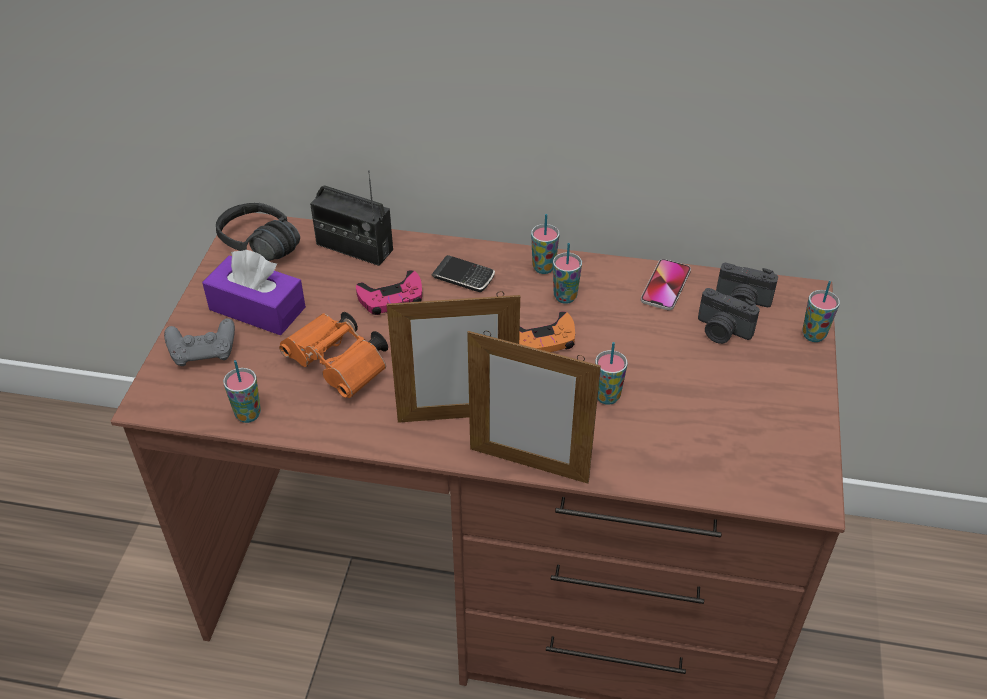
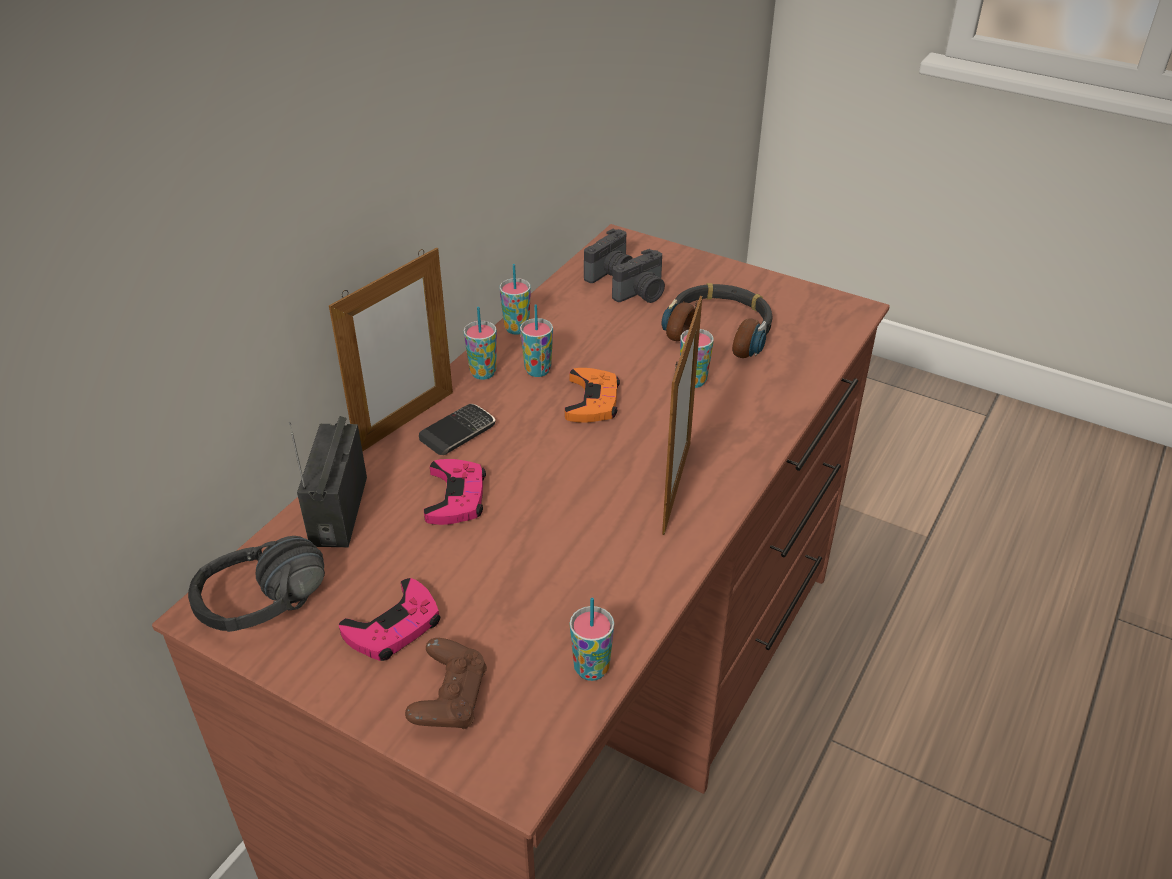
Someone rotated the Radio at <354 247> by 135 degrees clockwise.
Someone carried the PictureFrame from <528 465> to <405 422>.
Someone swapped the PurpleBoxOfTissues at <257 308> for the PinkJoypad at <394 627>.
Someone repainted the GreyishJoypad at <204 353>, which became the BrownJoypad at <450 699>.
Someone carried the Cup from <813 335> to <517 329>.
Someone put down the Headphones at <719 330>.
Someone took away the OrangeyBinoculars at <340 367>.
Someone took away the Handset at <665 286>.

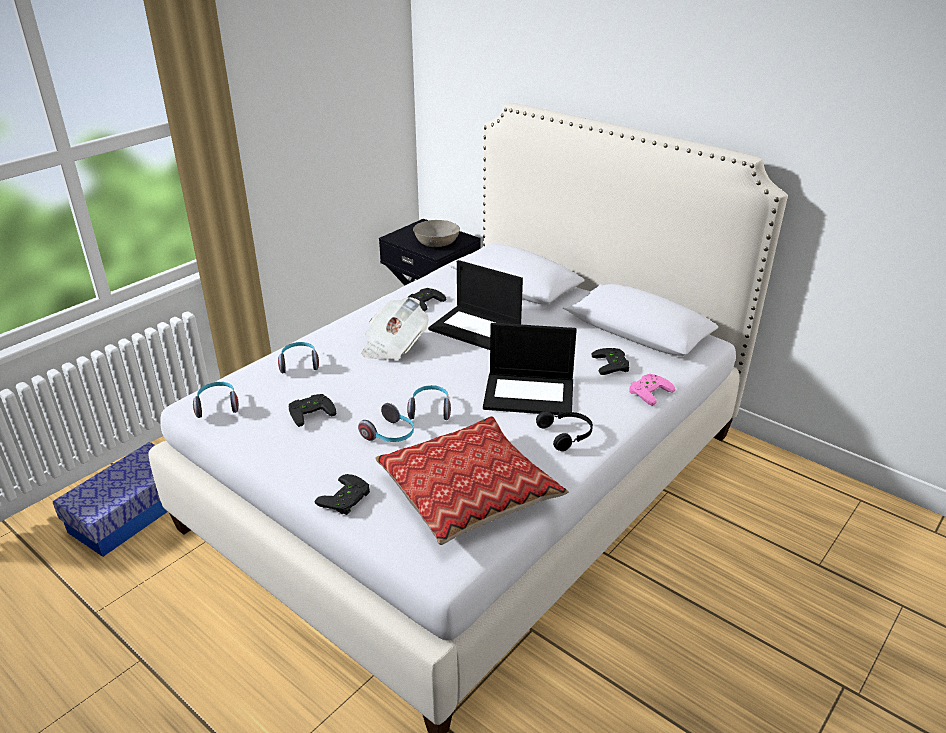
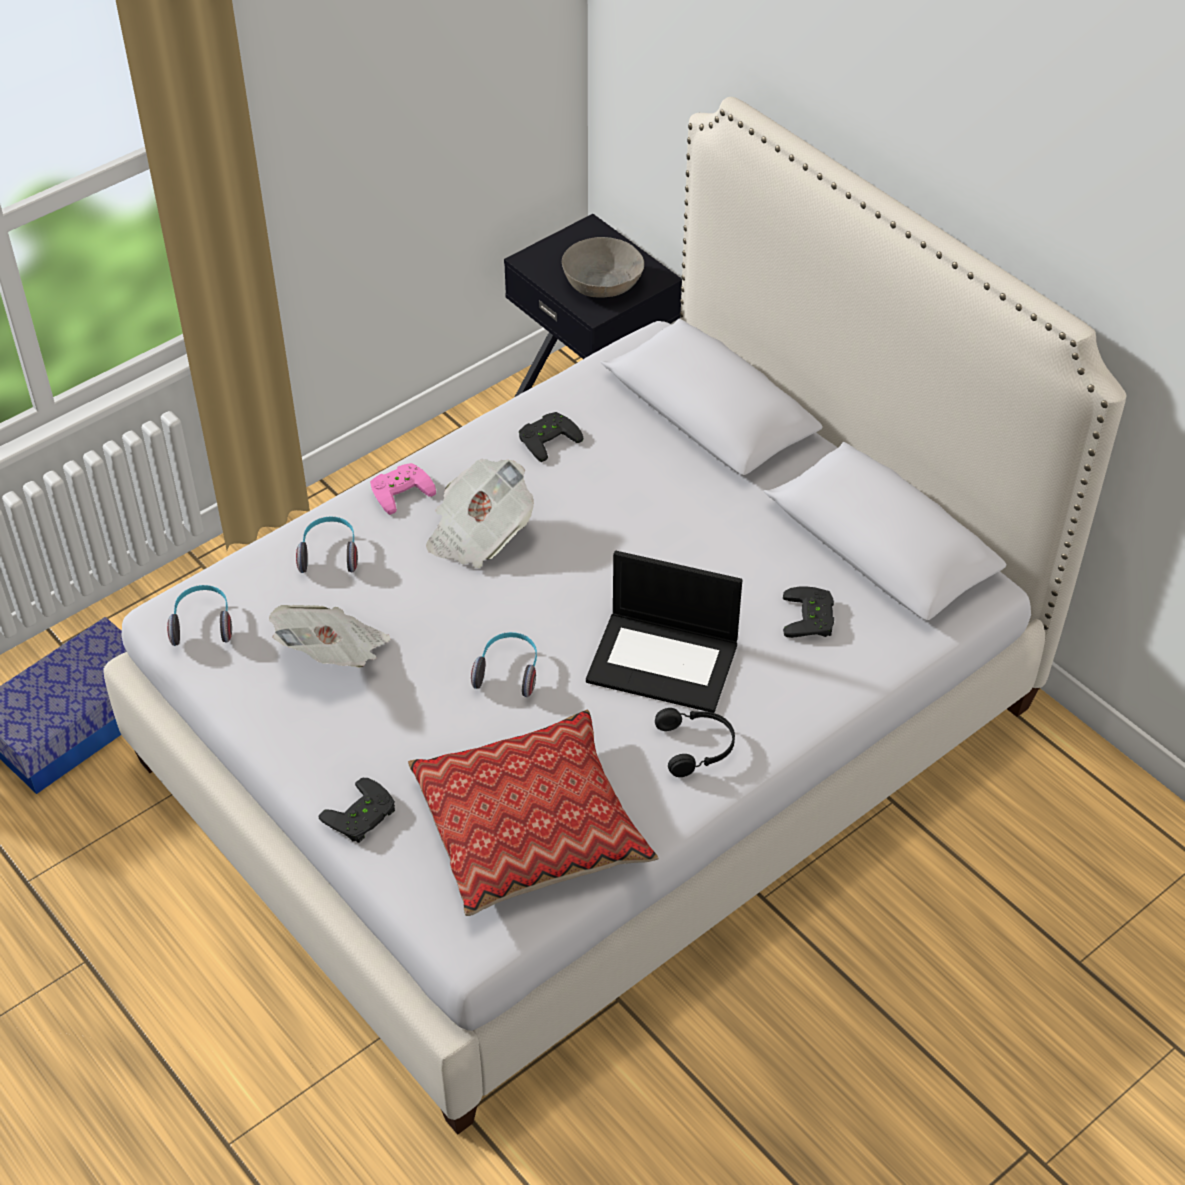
Someone swapped the BlackColouredJoypad at <310 411> for the DailyPaper at <334 654>.
Someone carried the PinkJoypad from <648 391> to <400 489>.
Someone took away the Headphones at <390 435>.
Someone took away the PortableComputer at <476 328>.

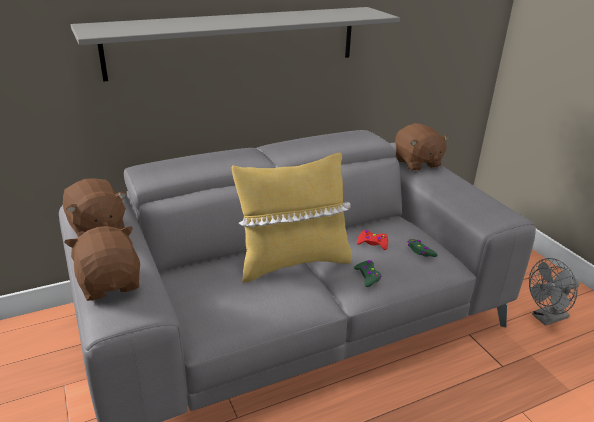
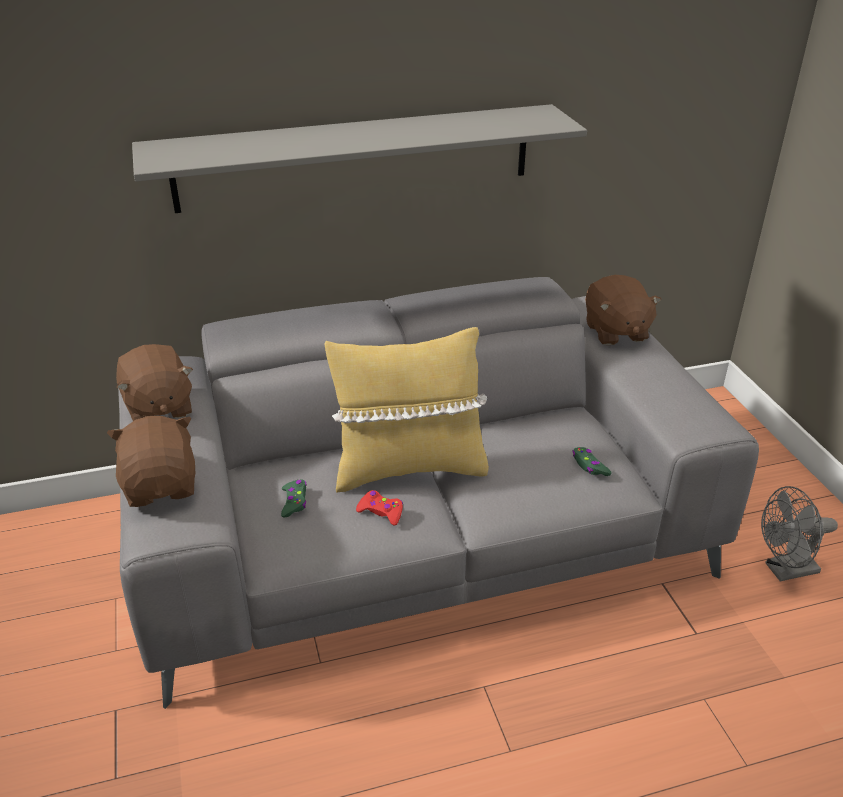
Someone carried the GreenishJoypad from <367 276> to <294 502>.
Someone carried the RedJoypad from <372 243> to <381 512>.

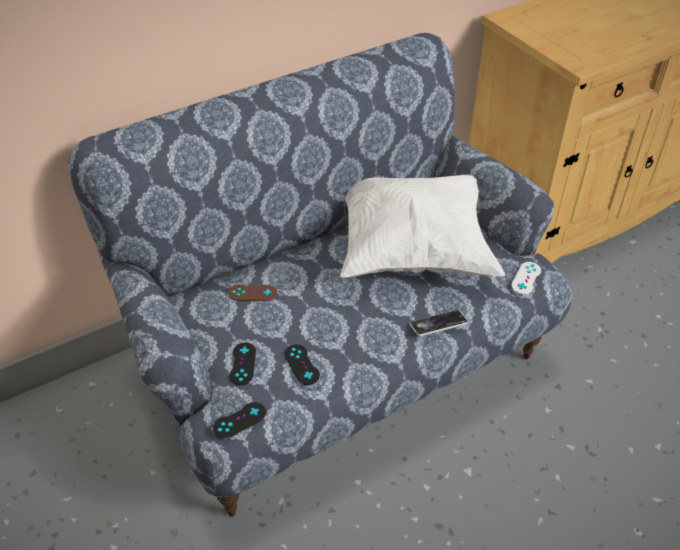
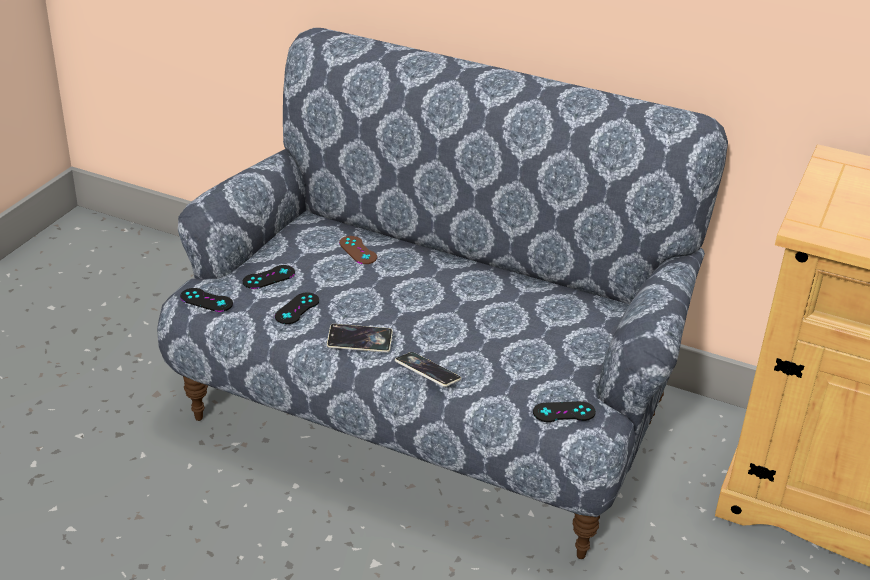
Someone put down the Handset at <359 341>.
Someone repainted the WhitishJoypad at <526 278>, which became the BlackColouredJoypad at <564 412>.
Someone took away the WhitishPillow at <413 249>.

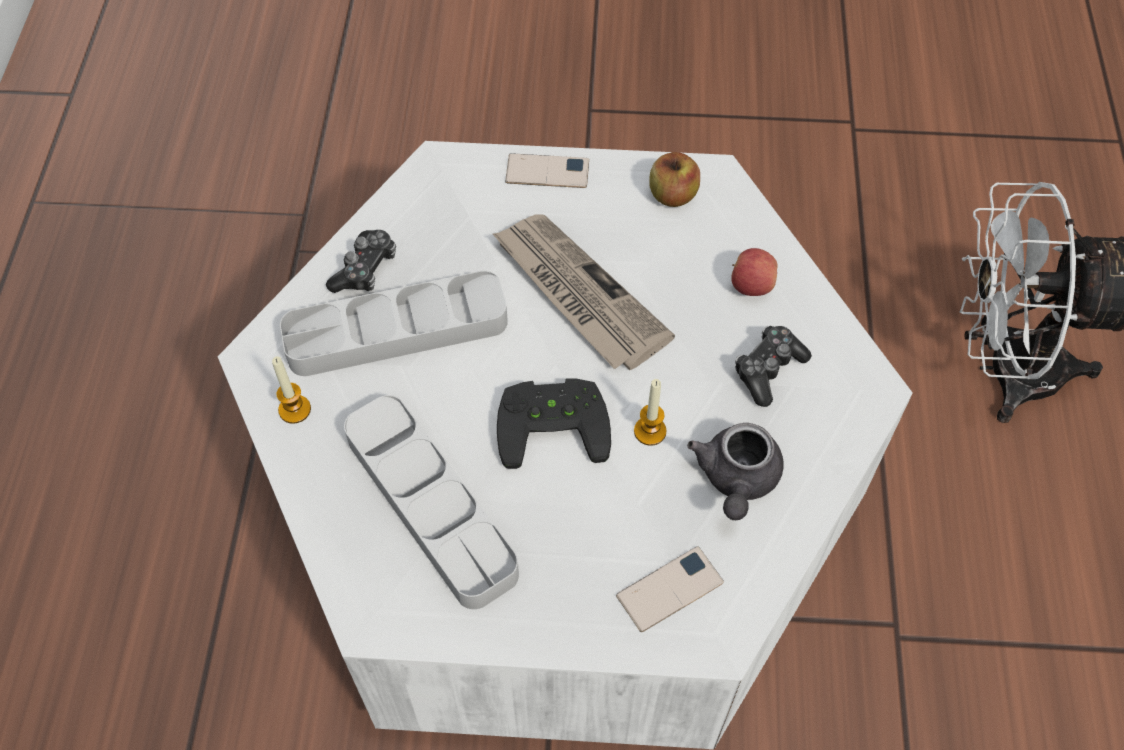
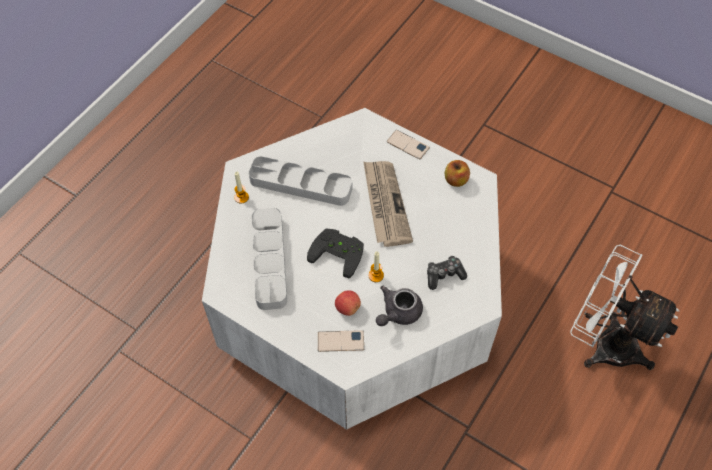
Someone carried the Apple from <751 285> to <347 308>.
Someone took away the Joypad at <365 269>.

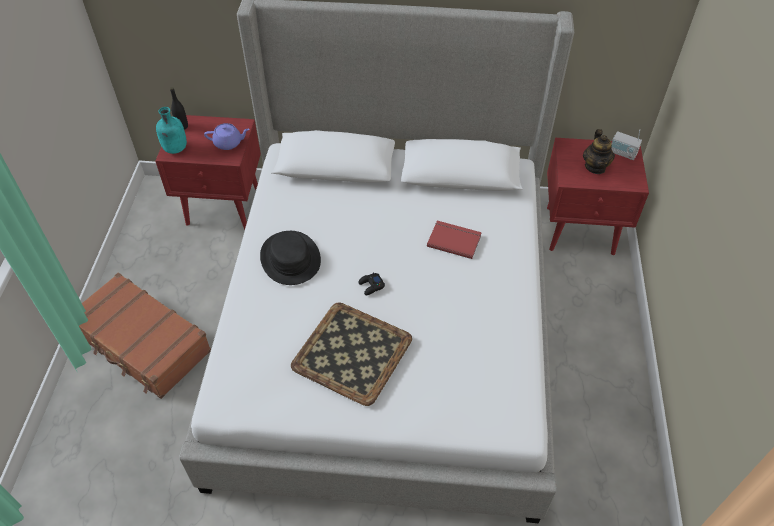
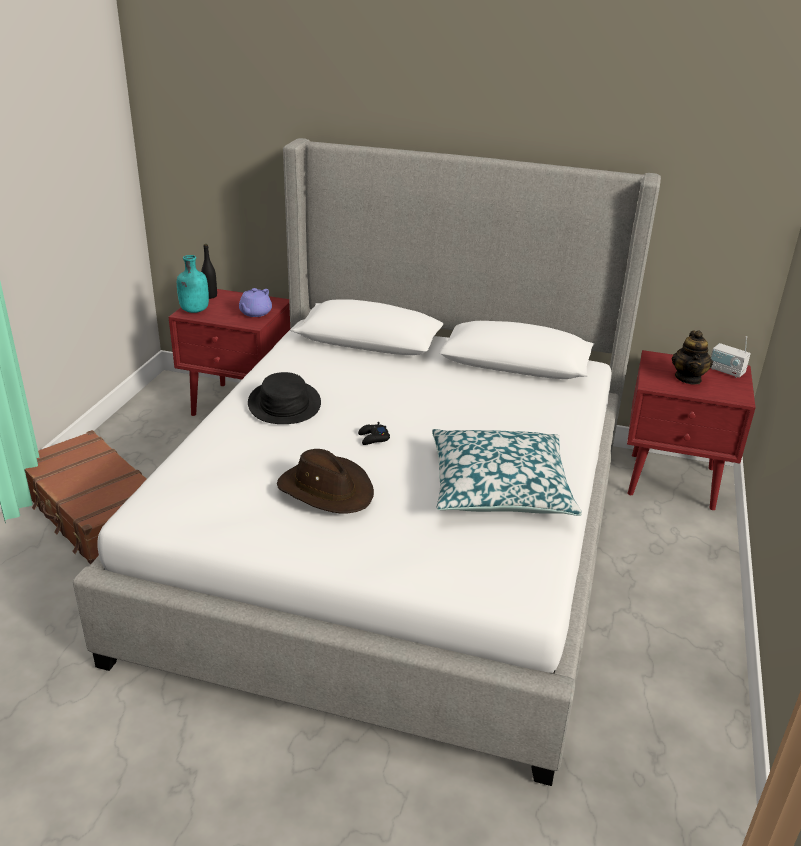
Someone rotated the PurplePotForTea at <228 143> by 105 degrees clockwise.
Someone swapped the Tray at <352 351> for the BrownHat at <326 489>.
Someone put down the Pillow at <500 487>.
Someone took away the RedBoundBook at <454 240>.

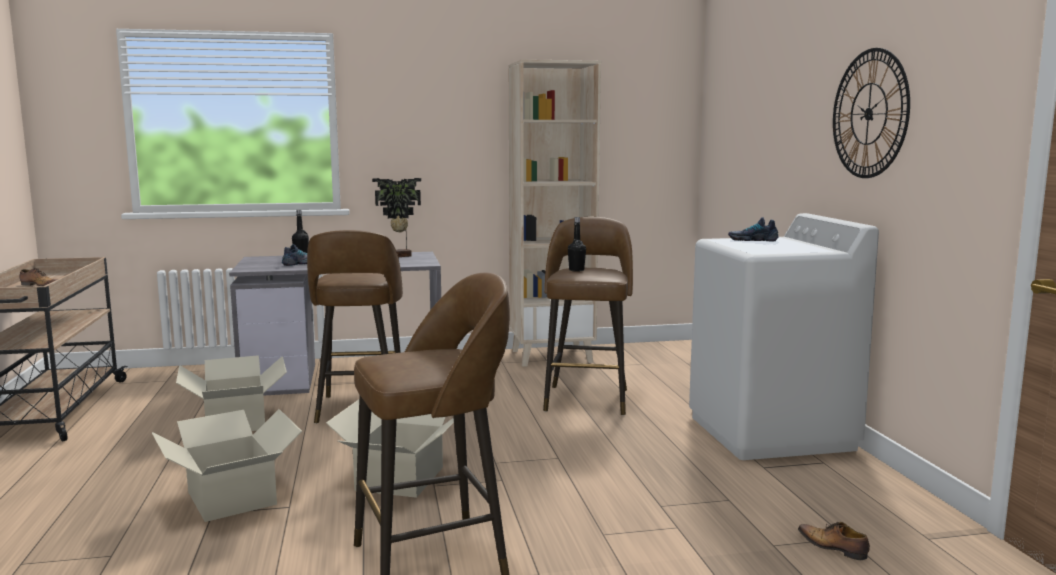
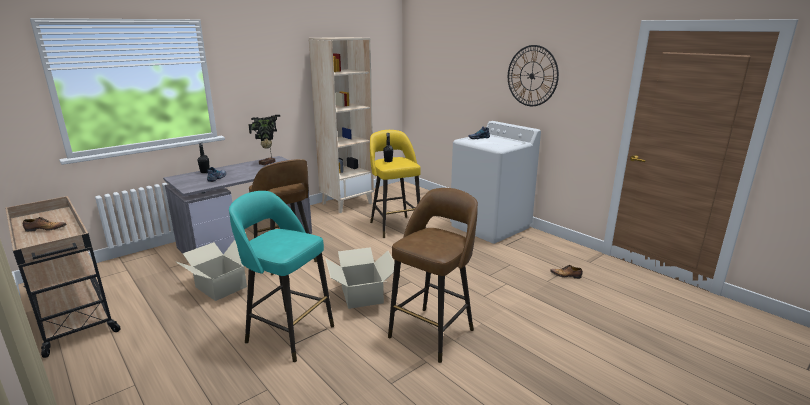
Someone swapped the Carton at <232 497> for the TurquoiseColouredSittingStool at <288 333>.
Someone repainted the BrownSittingStool at <587 399>, which became the YellowishSittingStool at <395 226>.

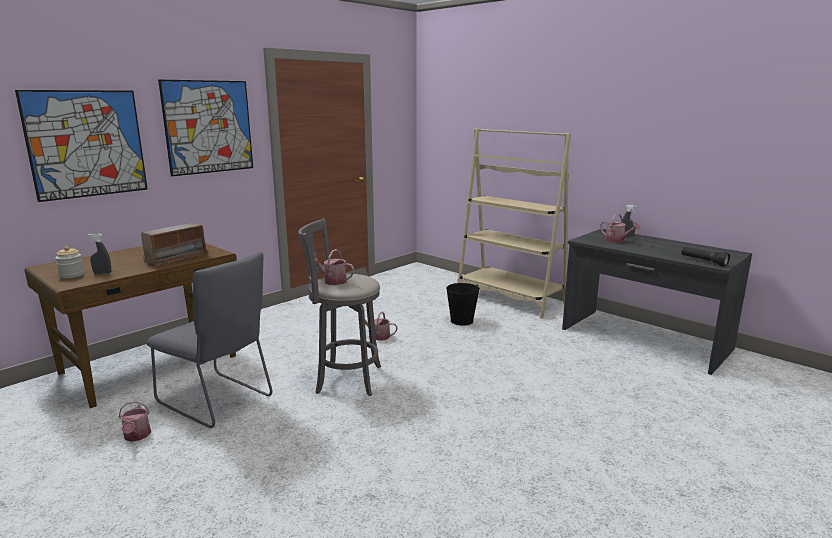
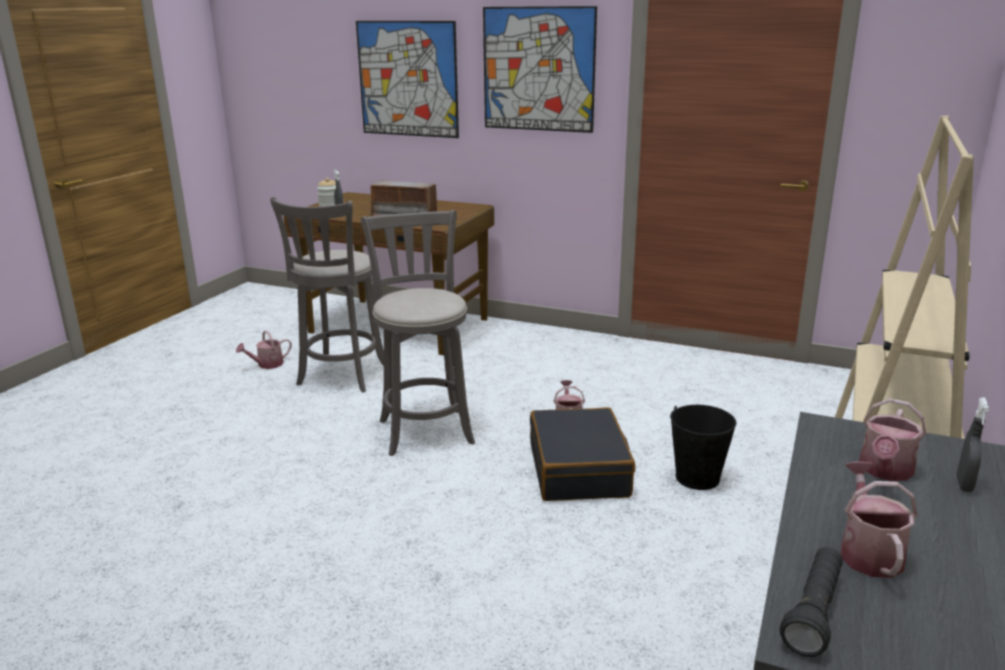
Someone swapped the GreyishChair at <218 401> for the GreyishSittingStool at <341 377>.
Someone put down the BlackColouredSuitcase at <579 470>.
Someone carried the SprinklingCan from <332 280> to <868 551>.

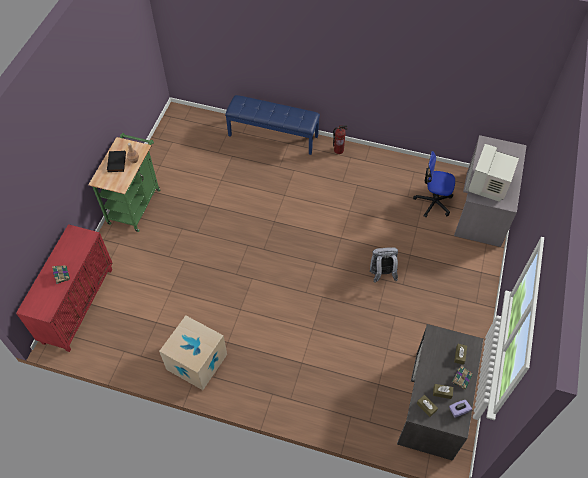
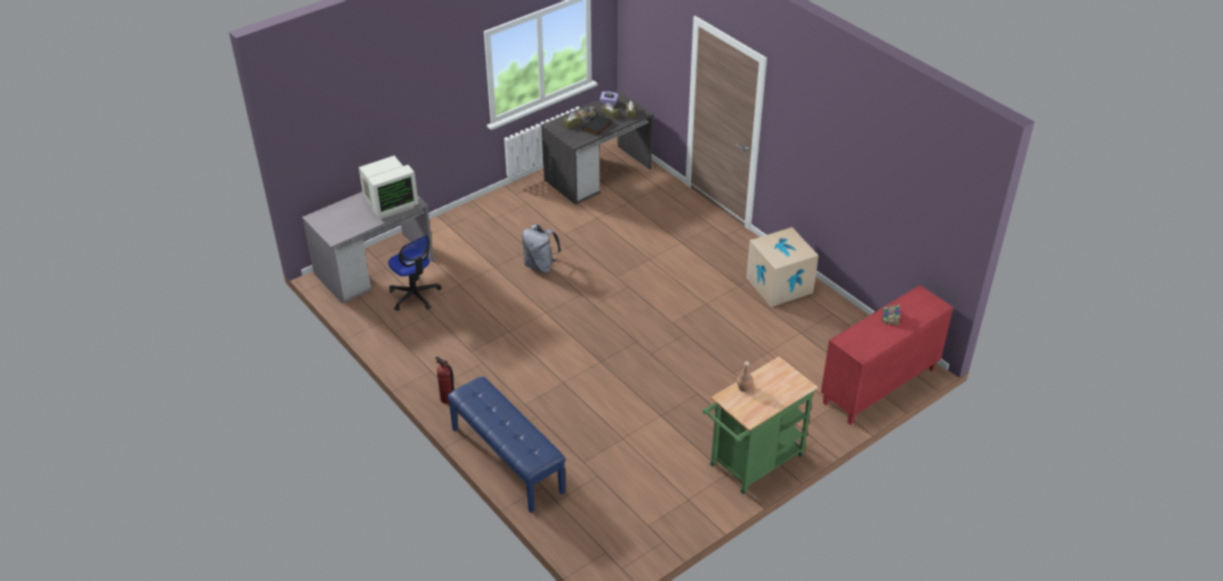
Someone carried the BlackColouredBoundBook from <116 162> to <597 127>.

